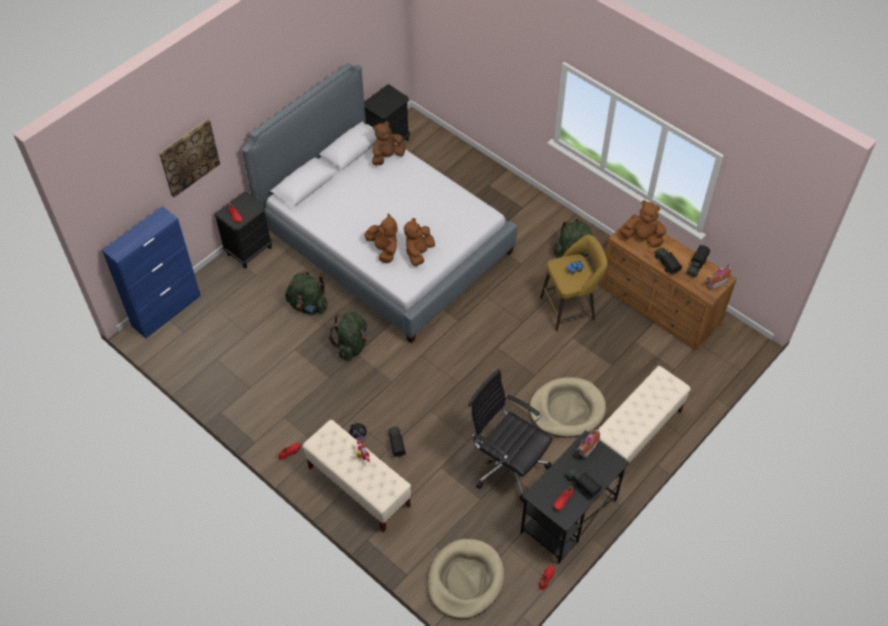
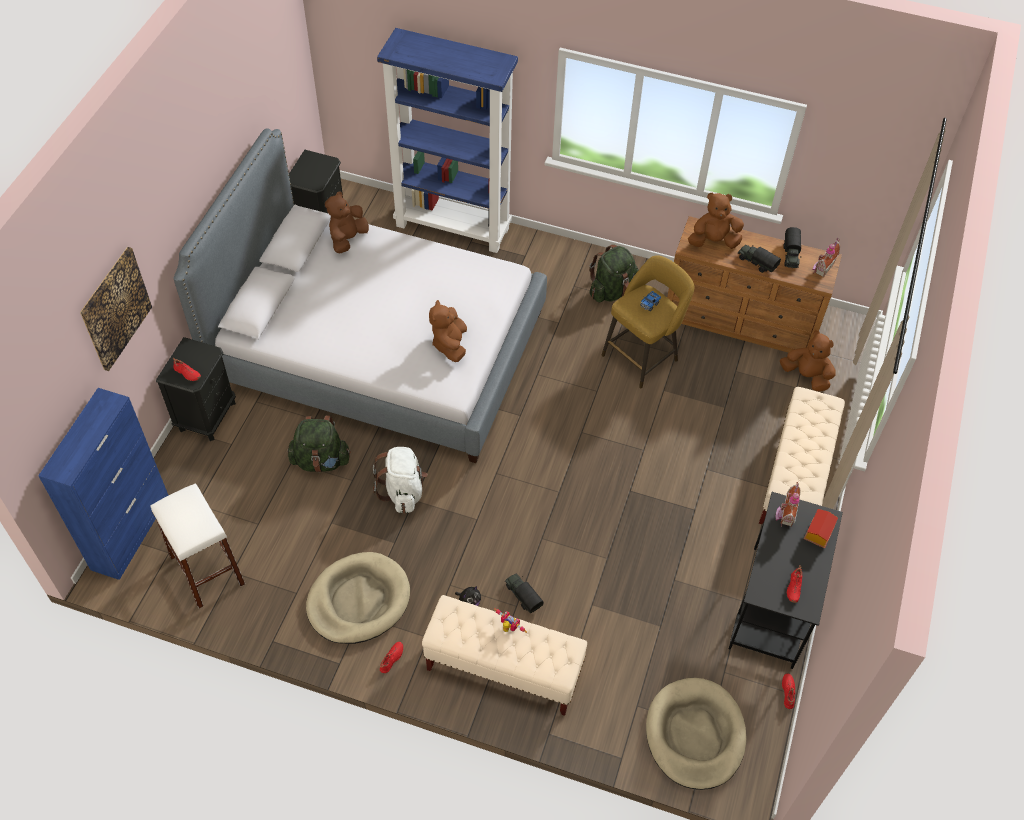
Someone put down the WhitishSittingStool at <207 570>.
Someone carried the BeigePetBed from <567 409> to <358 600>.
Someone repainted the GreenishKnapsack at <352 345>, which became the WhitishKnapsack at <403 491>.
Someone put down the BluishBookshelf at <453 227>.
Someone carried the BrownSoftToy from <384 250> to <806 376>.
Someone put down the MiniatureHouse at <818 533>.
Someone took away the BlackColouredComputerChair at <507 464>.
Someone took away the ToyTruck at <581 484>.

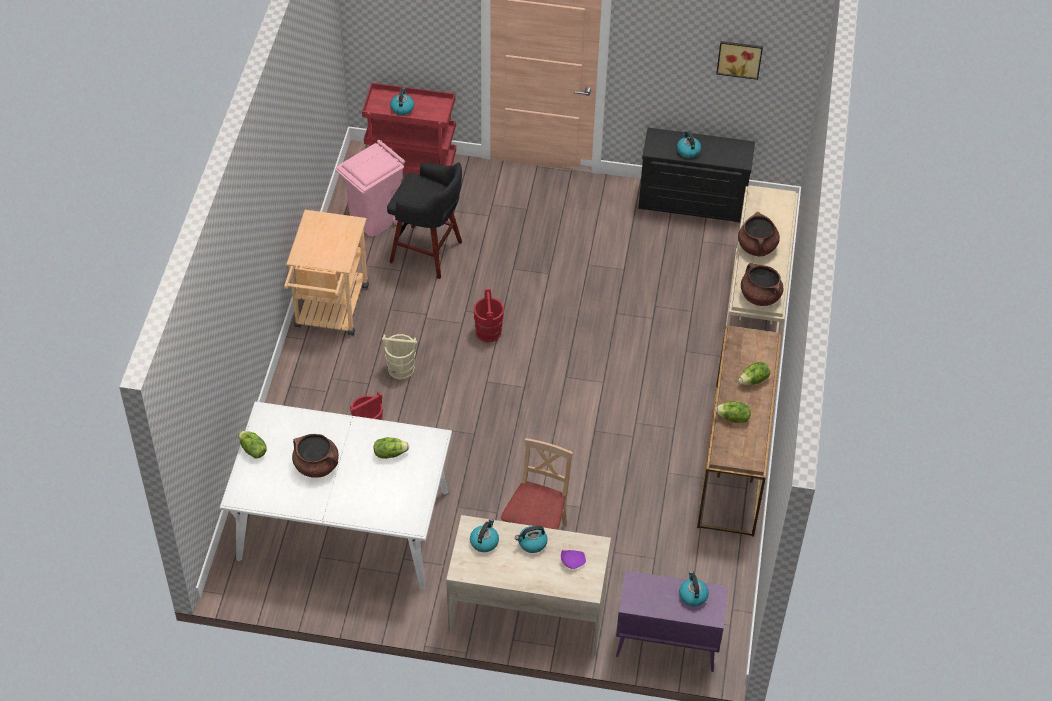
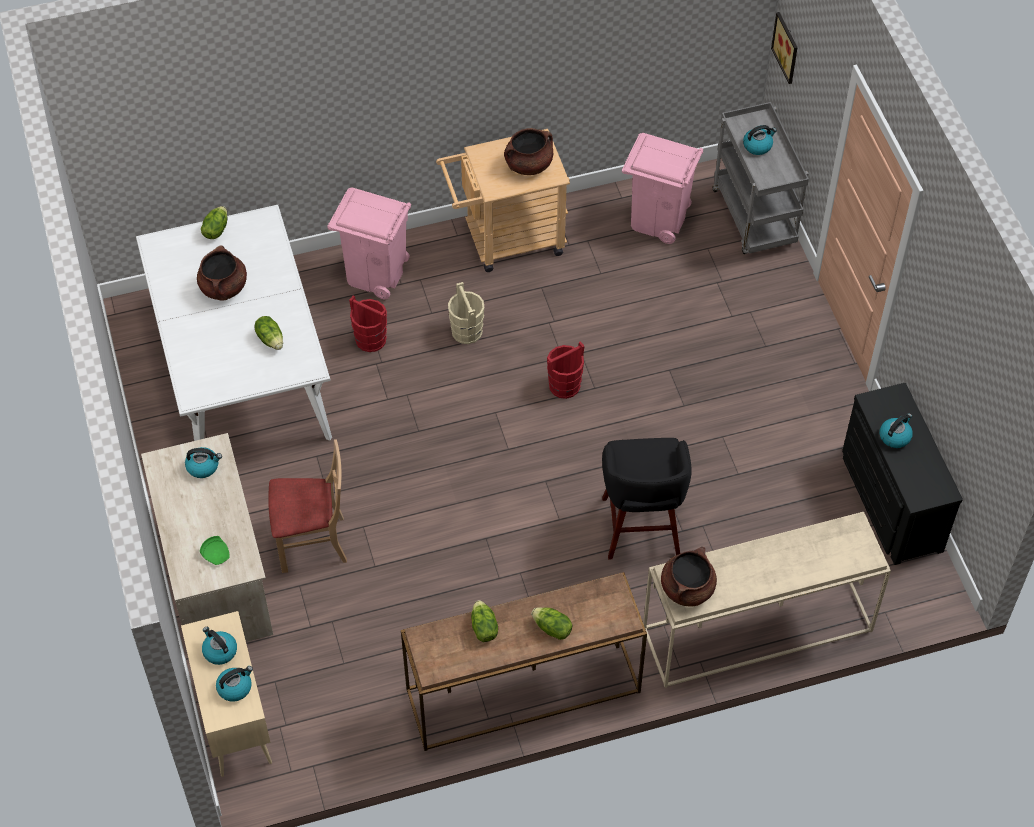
Someone repainted the PurpleCabinet at <665 645>, which became the BeigeCabinet at <234 718>.
Someone repainted the PurpleFlatDish at <572 561>, which became the GreenishFlatDish at <216 554>.
Someone carried the TeaKettle from <532 543> to <219 651>.
Someone put down the PinkRubbishBin at <375 274>.
Someone carried the BrownCookingPot from <757 247> to <528 165>.
Someone carried the BlackColouredSittingStool from <428 253> to <640 529>.
Someone repainted the RedCart at <412 167>, which became the GreyishCart at <755 218>.
Someone carried the WallArt from <739 58> to <787 47>.

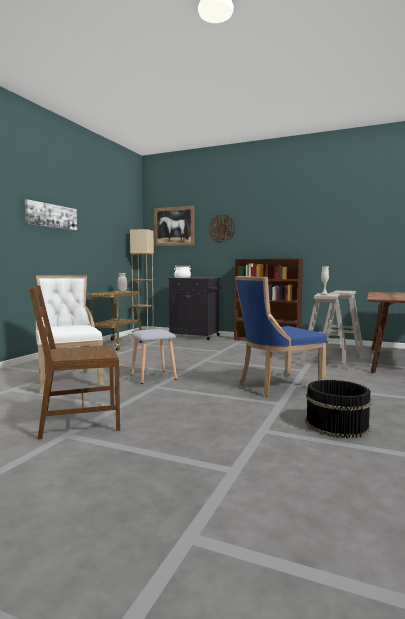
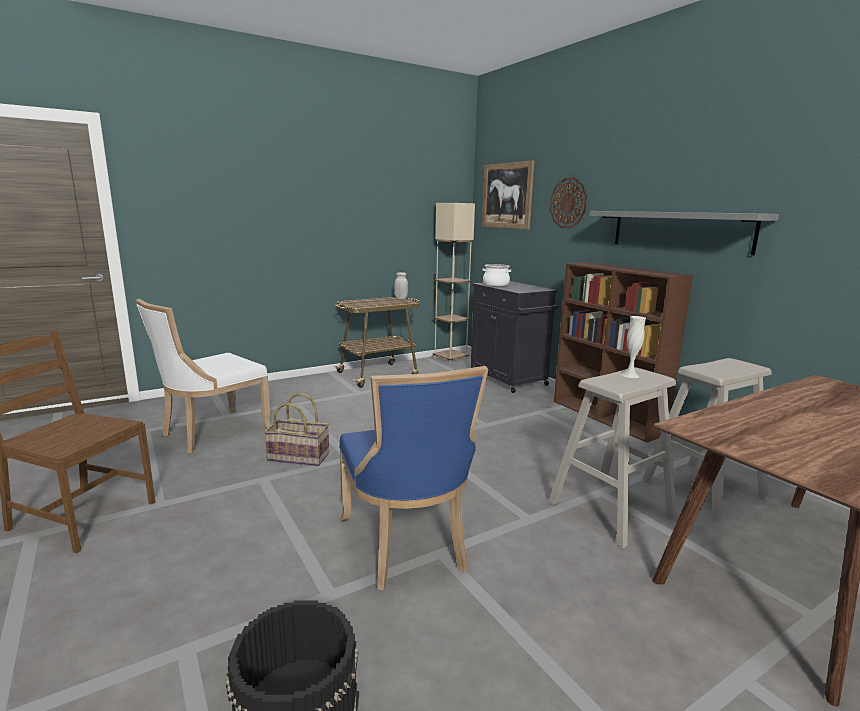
Someone rotated the WhitishChair at <69 380> by 150 degrees counterclockwise.
Someone swapped the GreyishSittingStool at <154 376> for the StorageBasket at <299 456>.
Someone rotated the BluishChair at <277 386> by 120 degrees counterclockwise.
Someone put up the GreyishWallShelf at <679 230>.
Someone took away the WallArt at <51 216>.

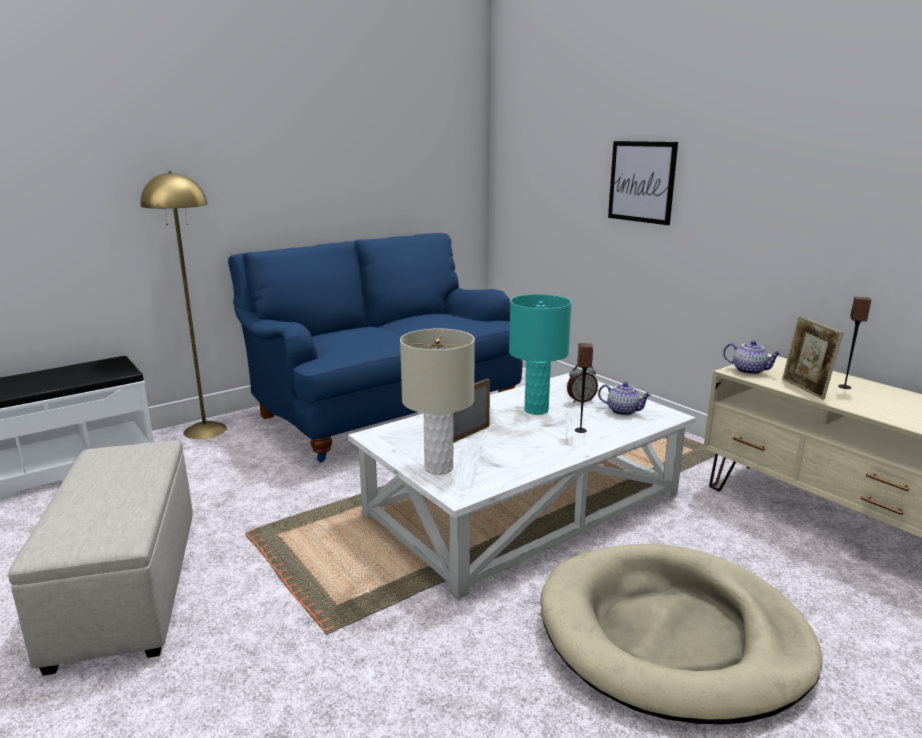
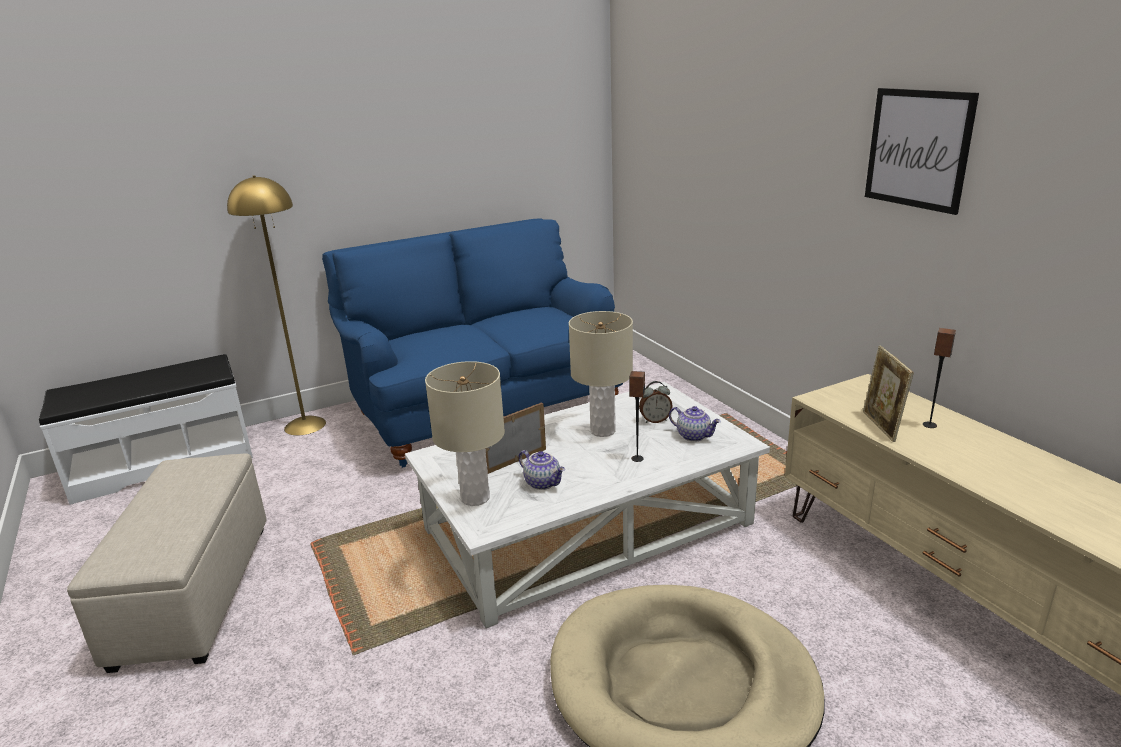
Someone carried the PotForTea from <749 371> to <543 483>.
Someone repainted the TurquoiseColouredTabletopLamp at <536 410>, which became the BeigeTabletopLamp at <603 431>.
Someone carried the WallArt from <641 182> to <917 149>.

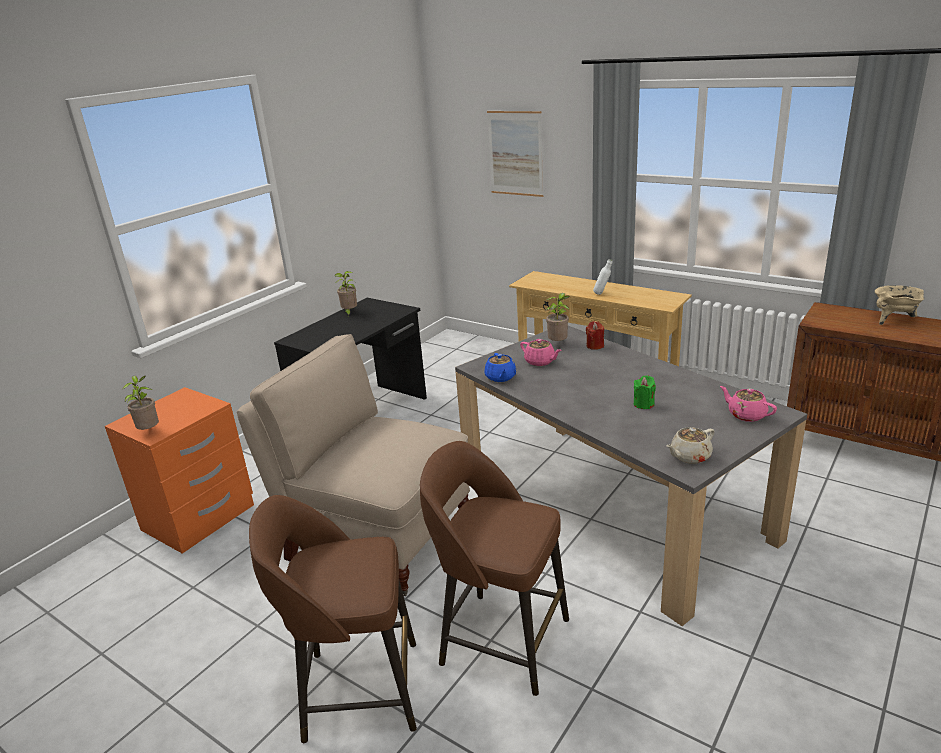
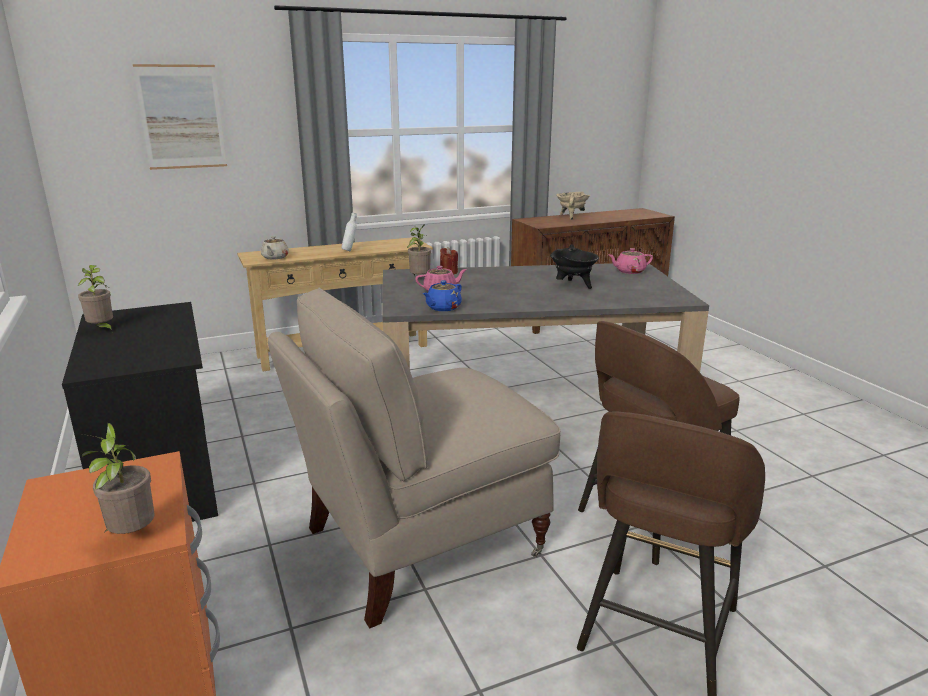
Someone carried the BeigePotForTea from <689 456> to <275 257>.
Someone rotated the BluishPotForTea at <500 377> by 105 degrees clockwise.
Someone swapped the GreenishWaxCandle at <643 404> for the BlackColouredCookingPot at <573 286>.

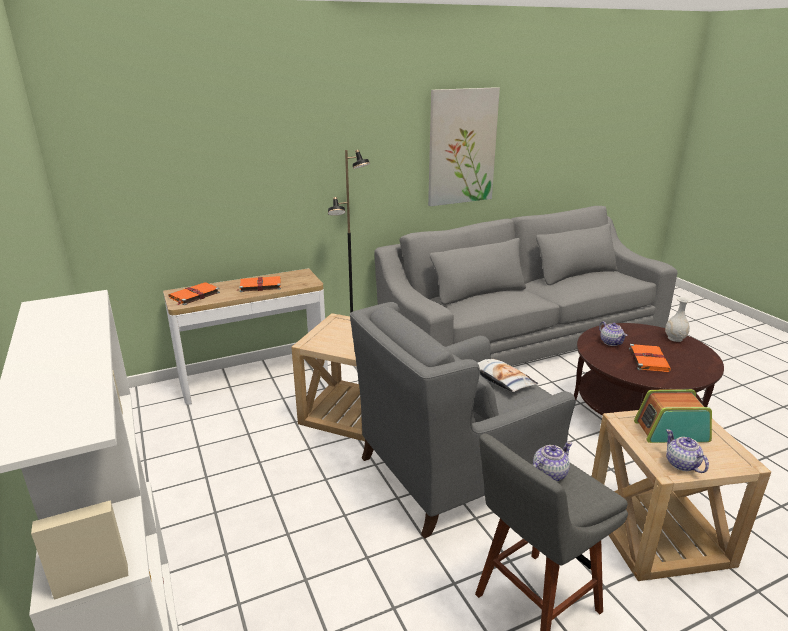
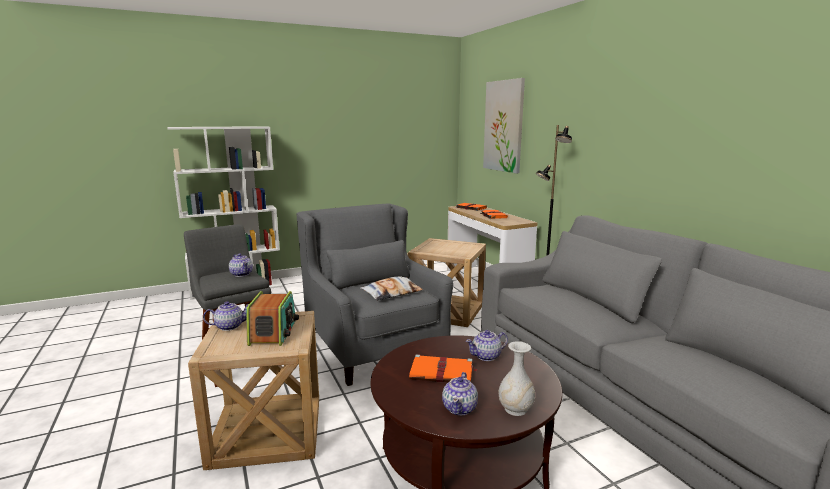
Someone put down the PotForTea at <460 408>.
Someone carried the WallArt from <462 147> to <503 126>.

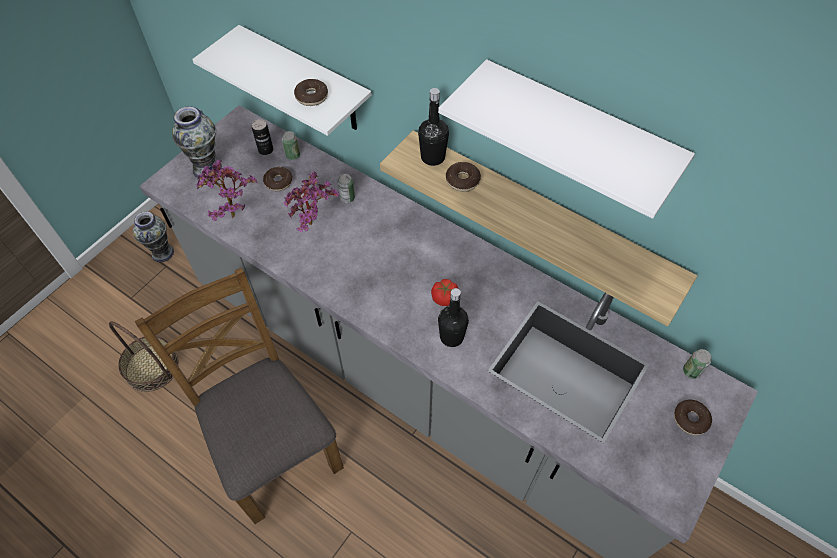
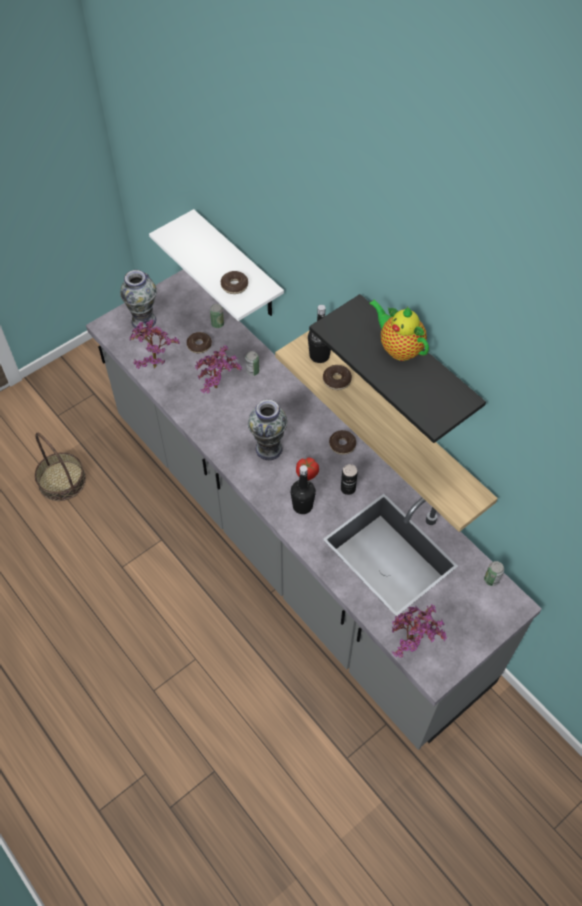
Someone carried the Vase from <163 253> to <269 448>.
Someone repainted the WhitishWallShelf at <576 134>, which became the BlackColouredWallShelf at <416 366>.
Someone carried the Donut from <690 419> to <342 445>.
Someone carried the Can from <266 150> to <348 488>.
Someone put down the PotForTea at <398 348>.
Someone put down the PottedPlant at <412 643>.
Someone took away the BrownChair at <272 446>.

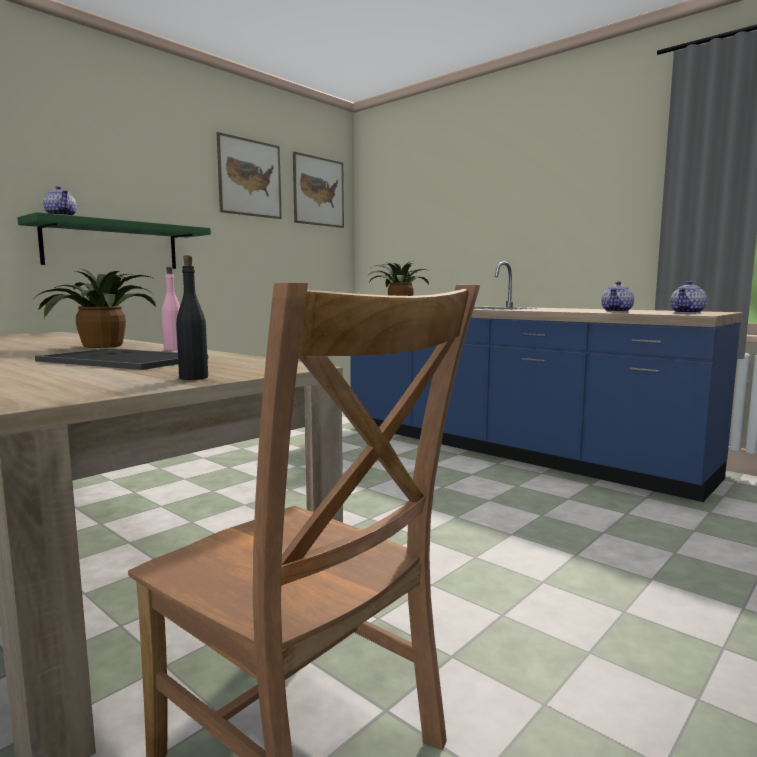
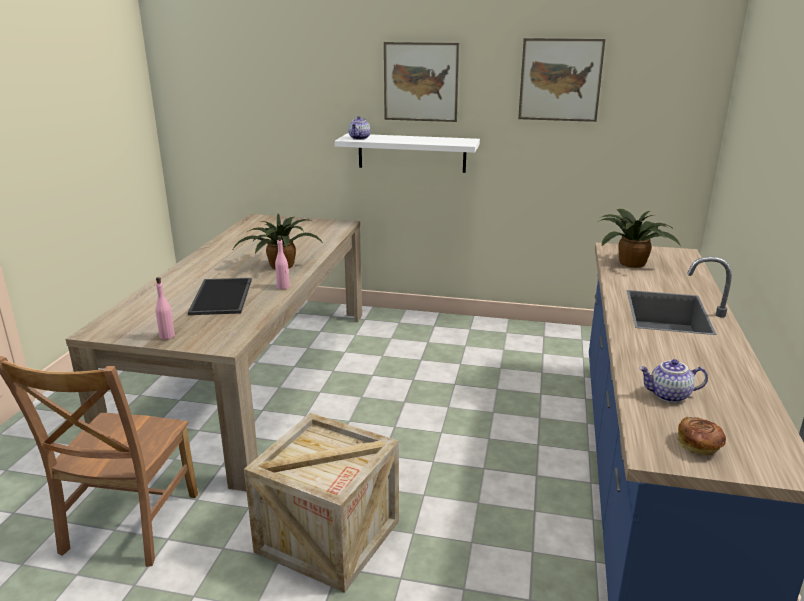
Someone repainted the BlackColouredBottle at <193 377>, which became the PinkBottle at <167 336>.
Someone put down the ShippingCrate at <328 536>.
Someone repainted the GreenishWallShelf at <112 246>, which became the WhitishWallShelf at <411 153>.
Someone carried the WallArt from <318 191> to <421 82>.
Someone swapped the PotForTea at <688 313> for the BakeryBread at <699 446>.

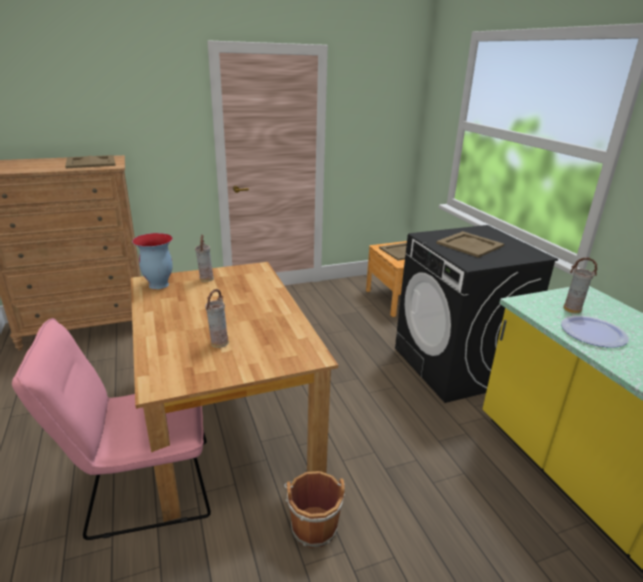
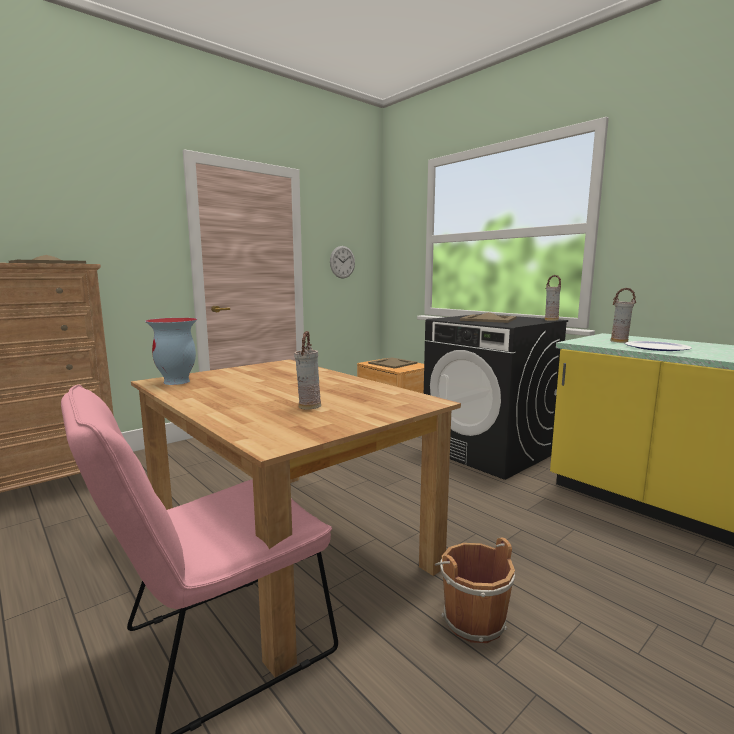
Someone put up the WallClock at <342 262>.
Someone carried the Vase from <205 279> to <551 320>.

